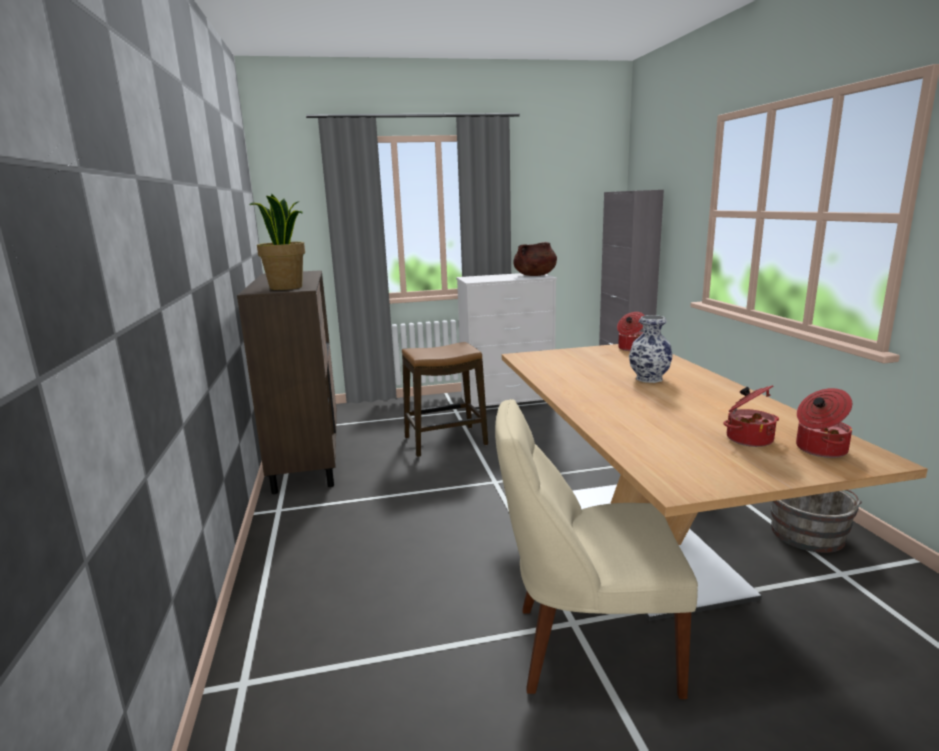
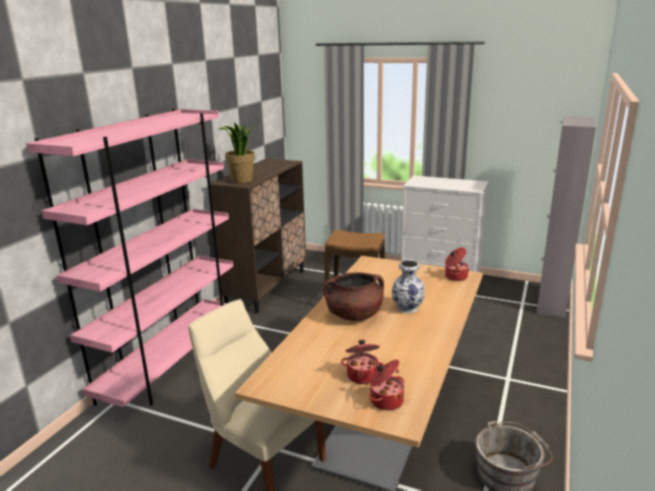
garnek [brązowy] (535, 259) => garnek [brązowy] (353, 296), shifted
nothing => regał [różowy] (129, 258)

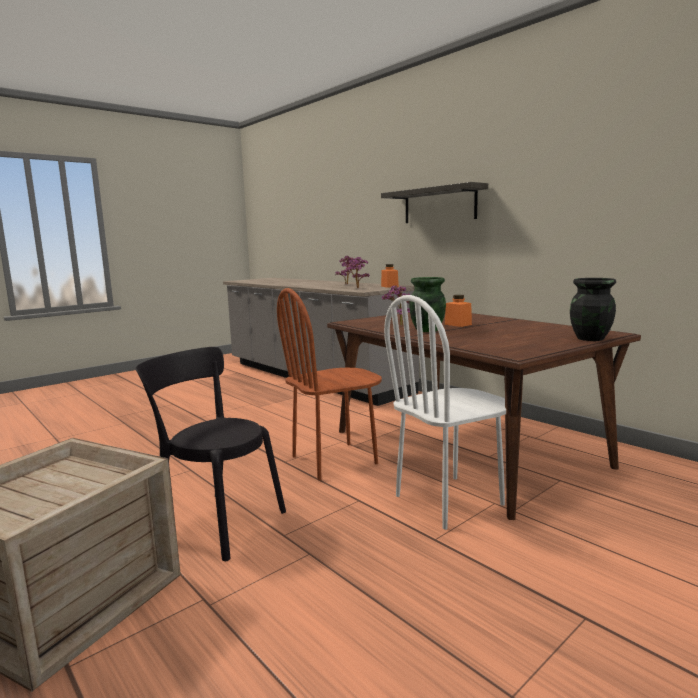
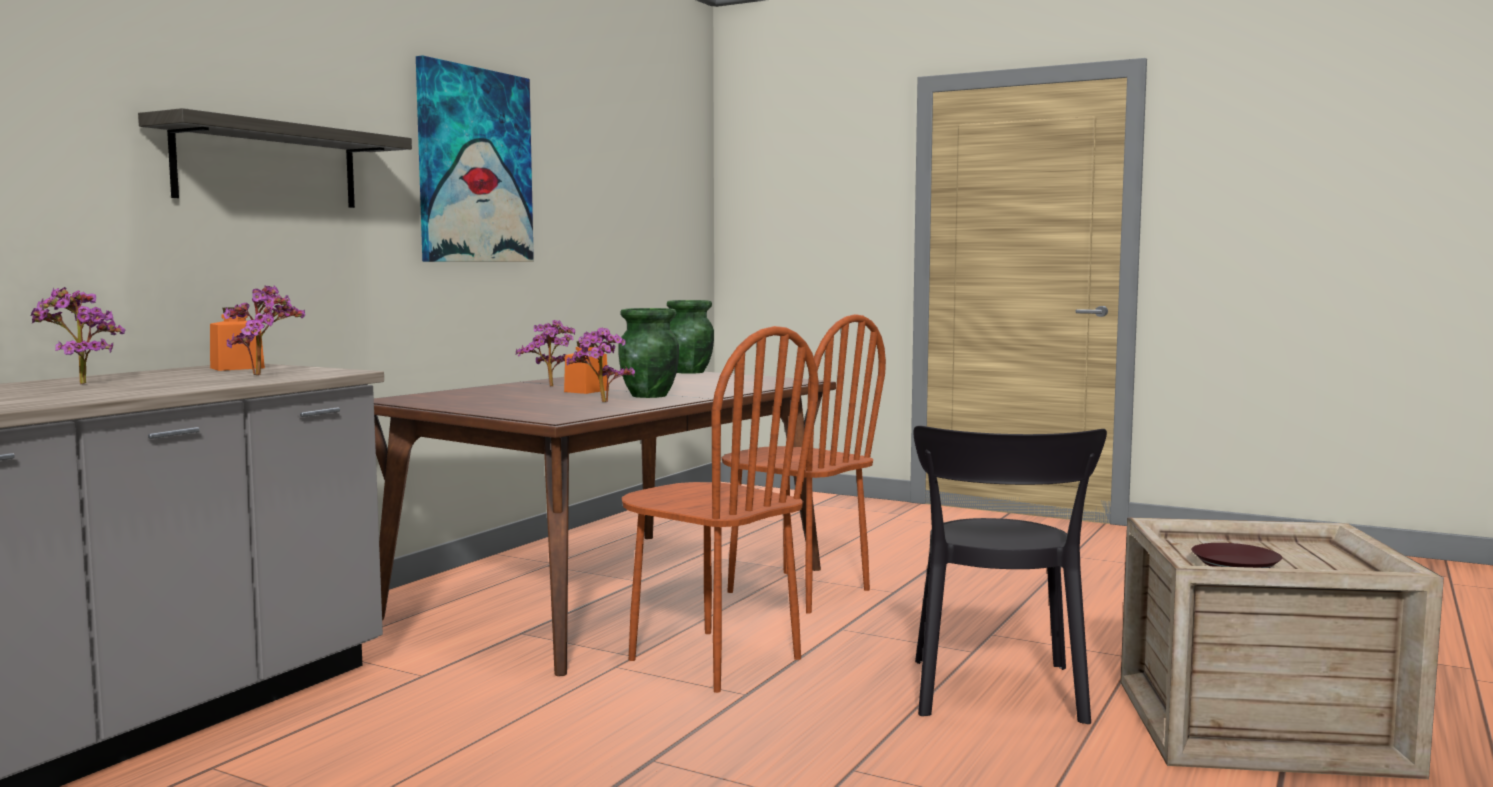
krzesło [biały] (445, 412) => krzesło [brązowy] (804, 464)
wazon [czarny] (593, 309) => wazon [zielony] (690, 337)
nothing => obraz (475, 158)
nothing => roślina doniczkowa (545, 353)
nothing => talerz [brązowy] (1236, 555)

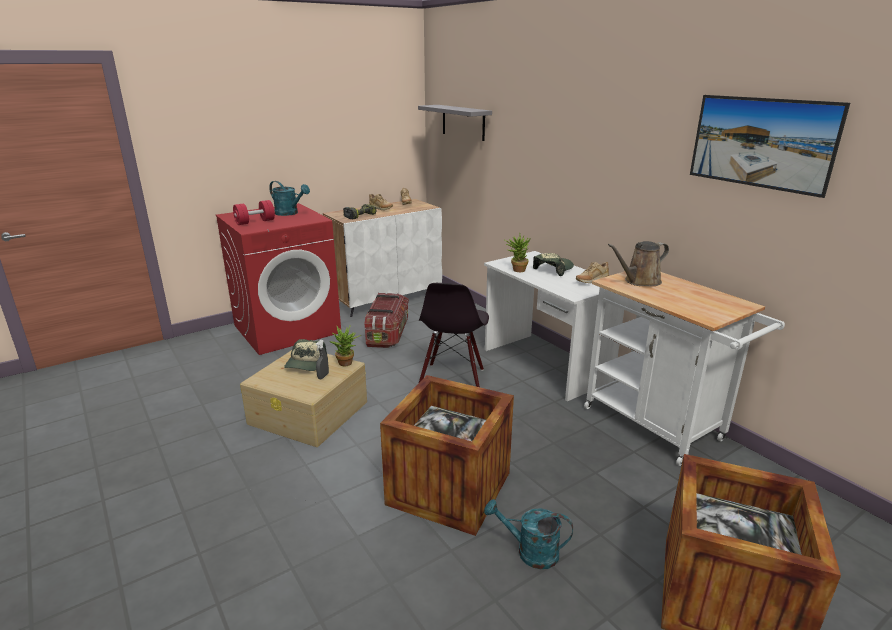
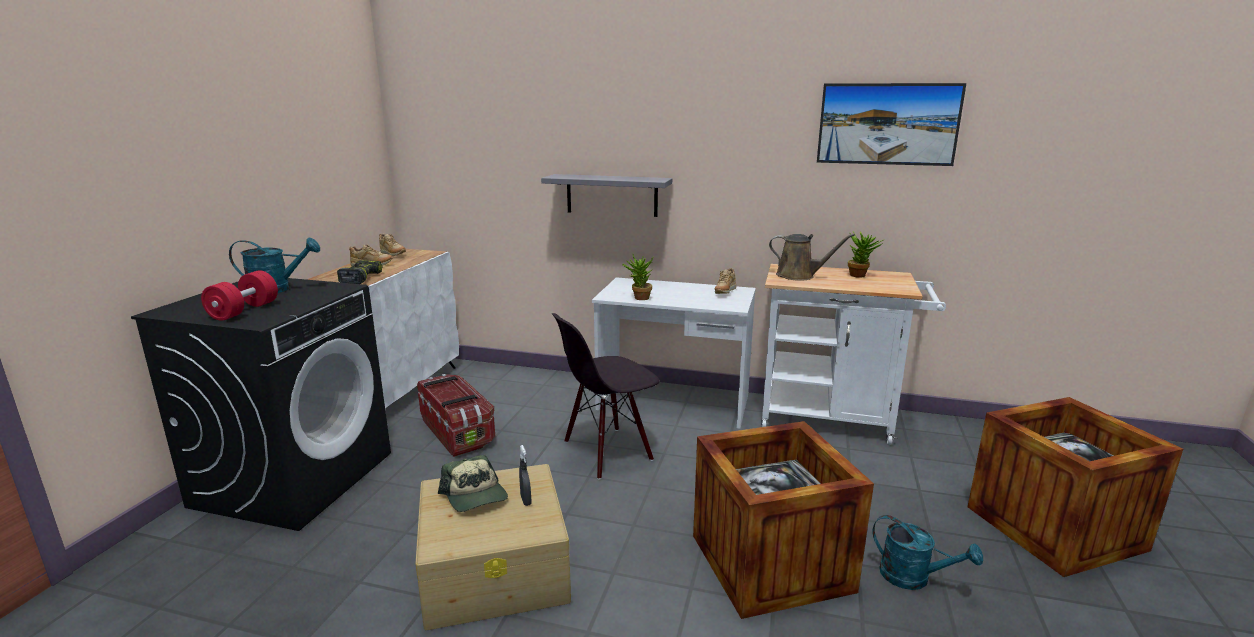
pralka [czerwony] (278, 279) => pralka [czarny] (261, 404)
roślina doniczkowa (345, 345) => roślina doniczkowa (865, 255), shifted
półka [szary] (455, 123) => półka [szary] (606, 195), shifted
krzesło [czarny] (454, 335) => krzesło [czarny] (606, 396), 90 degrees clockwise
konewka [turkusowy] (528, 534) => konewka [turkusowy] (927, 552), 120 degrees counterclockwise
czapka z daszkiem (553, 265) => nothing
konewka [brązowy] (638, 263) => konewka [brązowy] (812, 257), 90 degrees counterclockwise

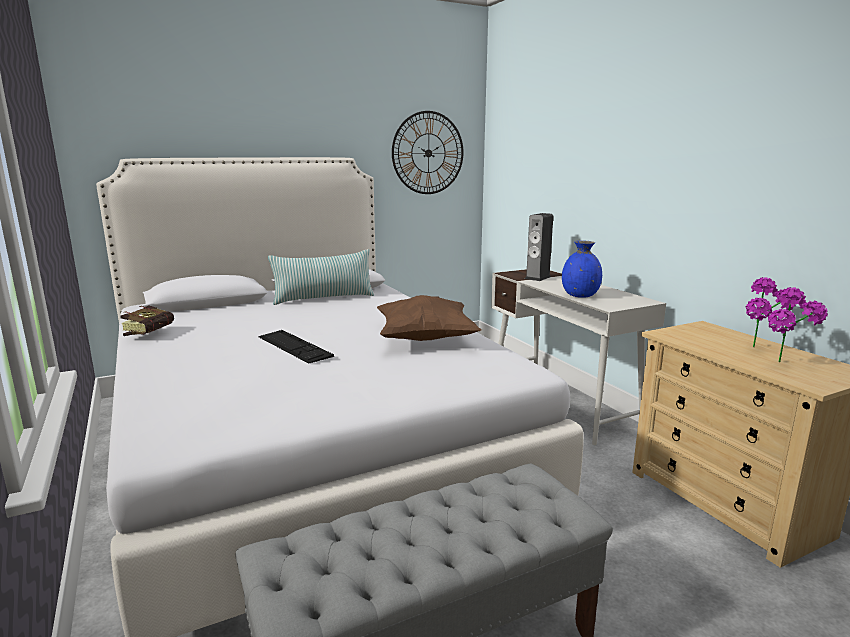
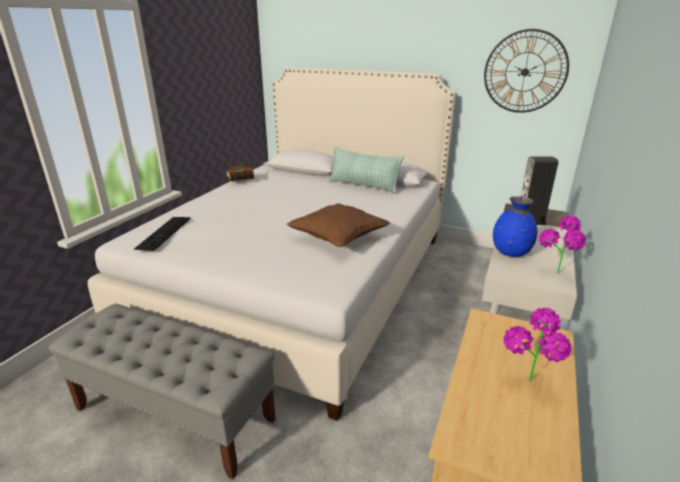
klawiatura (296, 347) => klawiatura (162, 234), shifted
roślina doniczkowa (798, 324) => roślina doniczkowa (562, 244), shifted

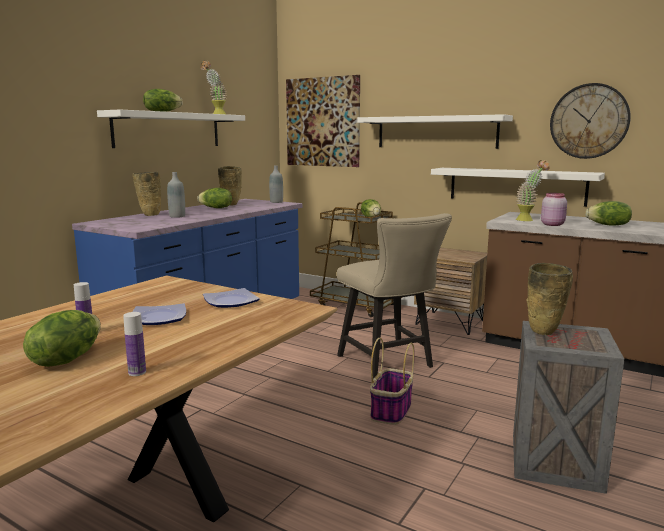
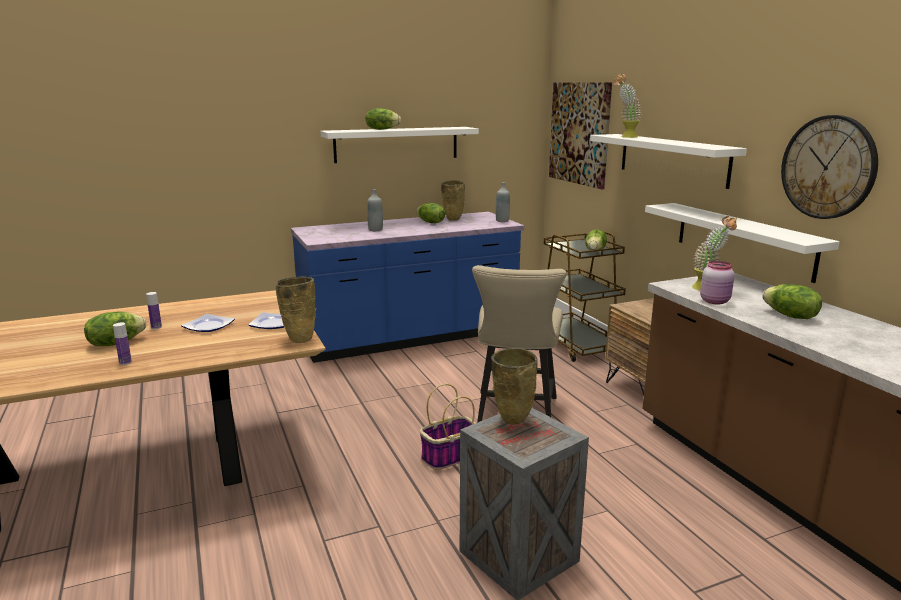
wazon [beżowy] (147, 193) => wazon [beżowy] (296, 310), shifted
roślina doniczkowa (213, 87) => roślina doniczkowa (628, 106), shifted

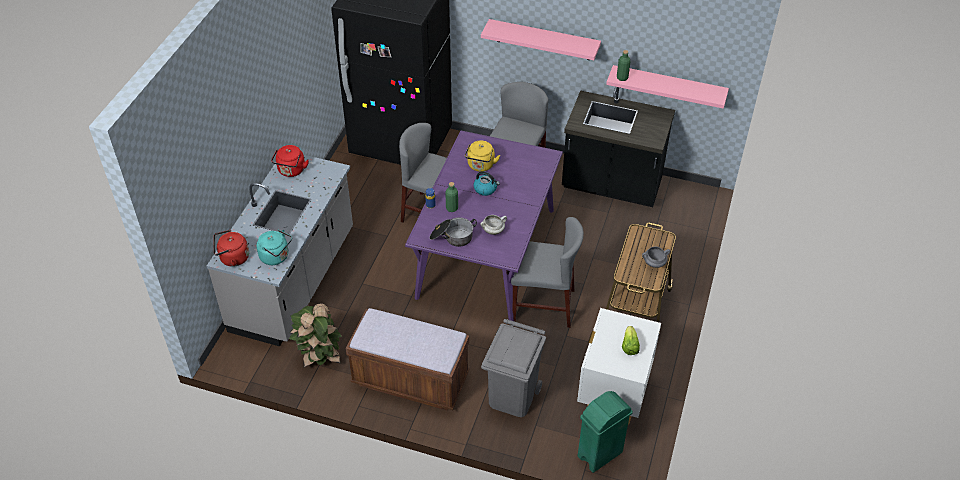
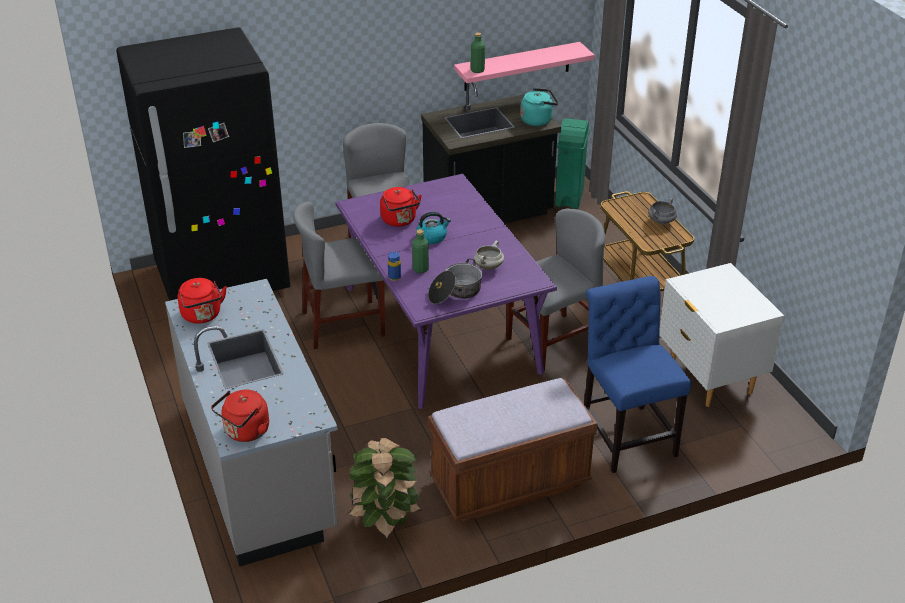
czajnik [turkusowy] (274, 247) => czajnik [turkusowy] (539, 107), shifted
czajnik [żółty] (482, 156) => czajnik [czerwony] (401, 207)
półka [różowy] (541, 39) => nothing
kosz na śmieci [szary] (513, 368) => krzesło [niebieski] (637, 374)
kosz na śmieci [zielony] (605, 432) => kosz na śmieci [zielony] (572, 163), shifted
sałata (631, 340) => nothing

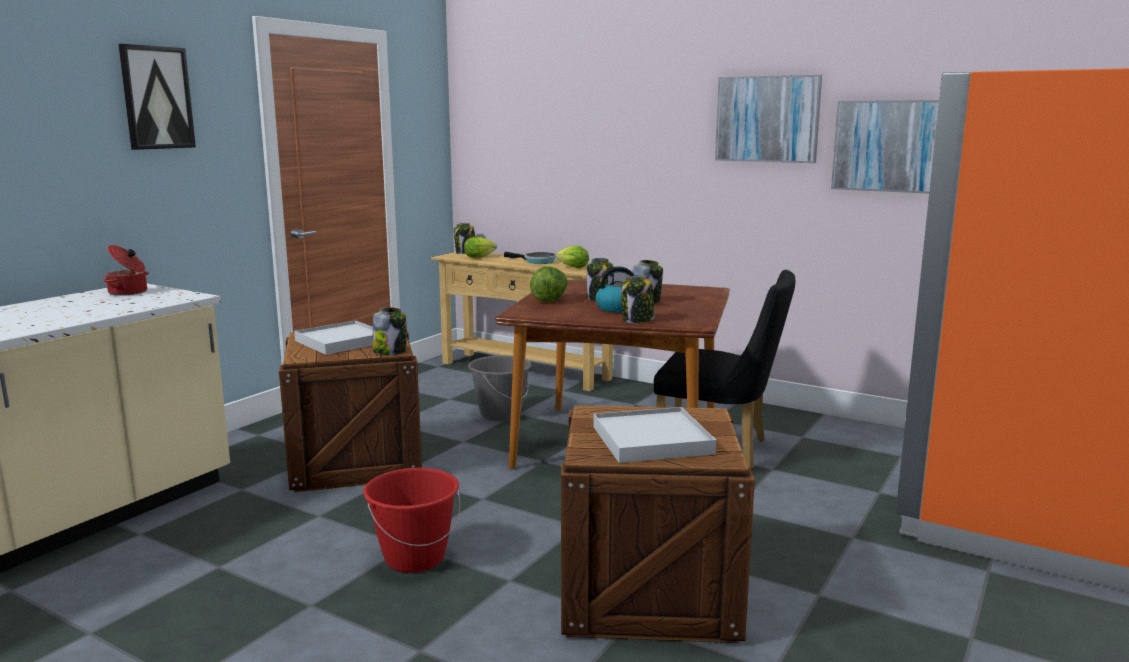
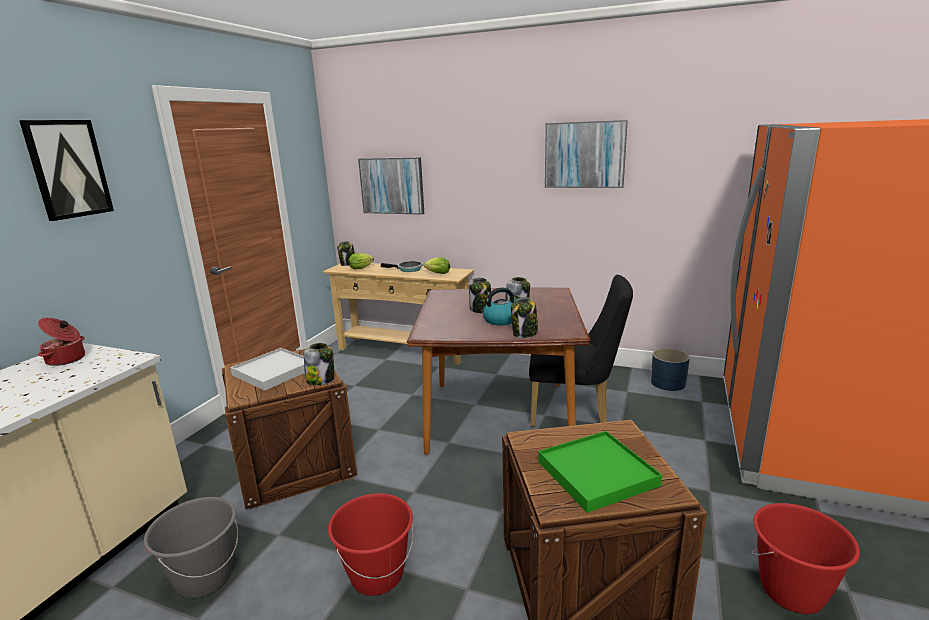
wiadro [szary] (500, 388) => wiadro [szary] (191, 547), shifted
sałata (549, 284) => nothing
taca [biały] (654, 435) => taca [zielony] (600, 472)
obraz (885, 147) => obraz (391, 186), shifted
nothing => donica [niebieski] (670, 369)
nothing => wiadro [czerwony] (806, 558)

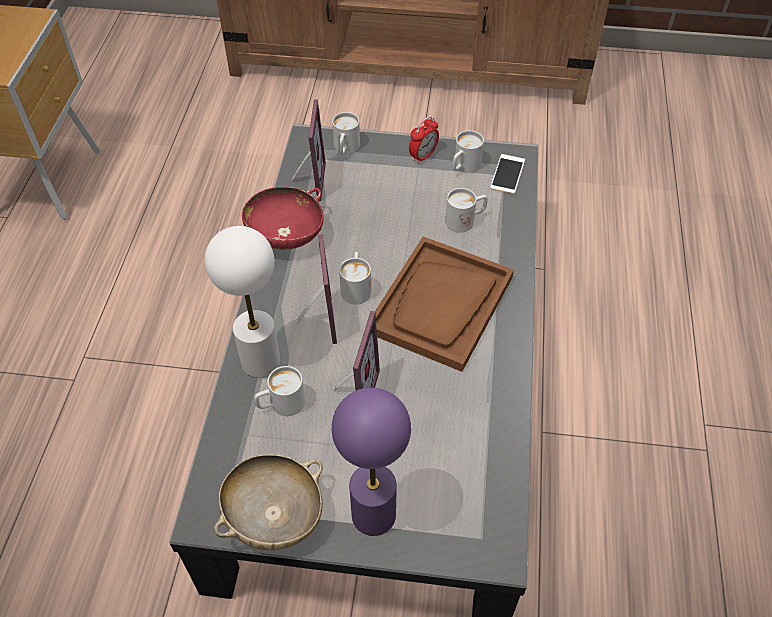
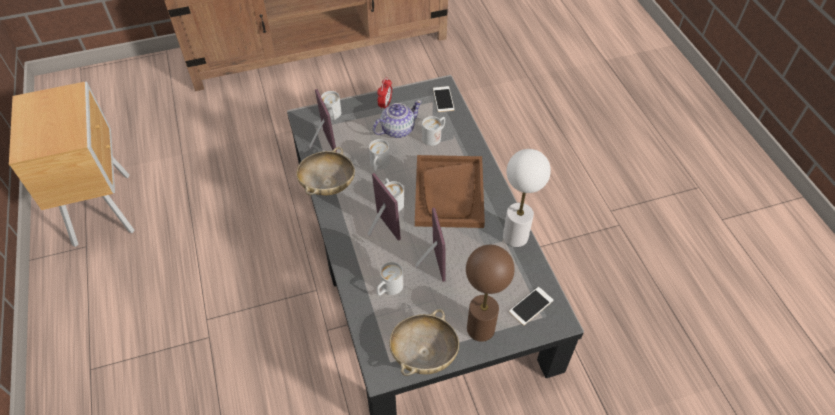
lampa stołowa [biały] (242, 302) => lampa stołowa [biały] (527, 198), shifted
miska [czerwony] (283, 218) => miska [beżowy] (325, 171)
lampa stołowa [fioletowy] (371, 462) => lampa stołowa [brązowy] (490, 293)
kubek [biały] (468, 151) => kubek [biały] (379, 155), shifted
nothing => imbryk (397, 119)
nothing => telefon (531, 306)

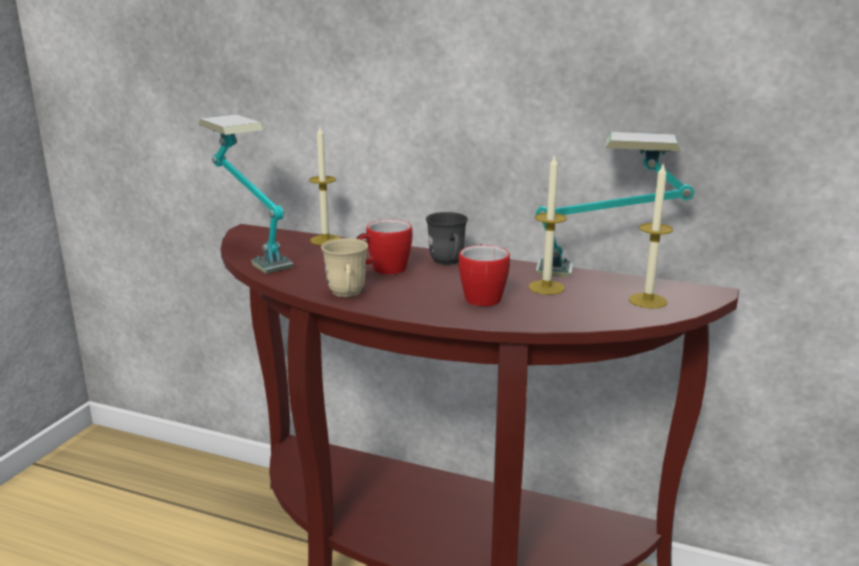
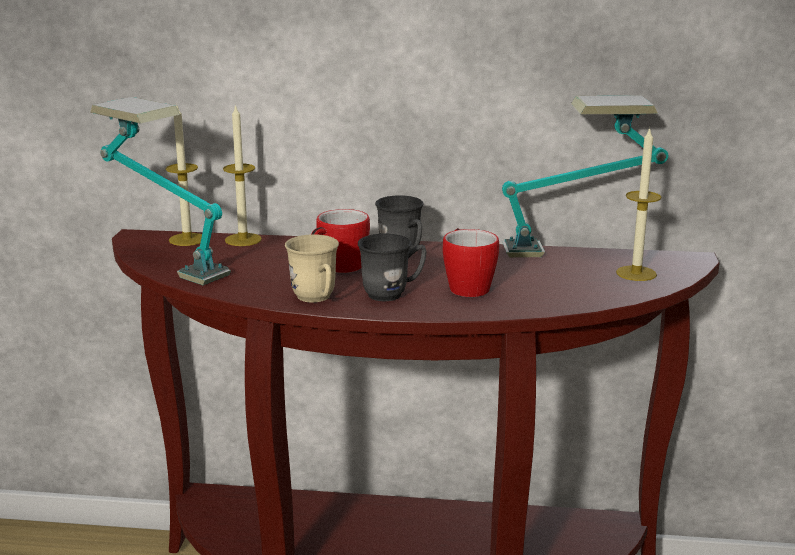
świeca (548, 224) => świeca (184, 176), shifted
nothing => kubek [szary] (392, 267)

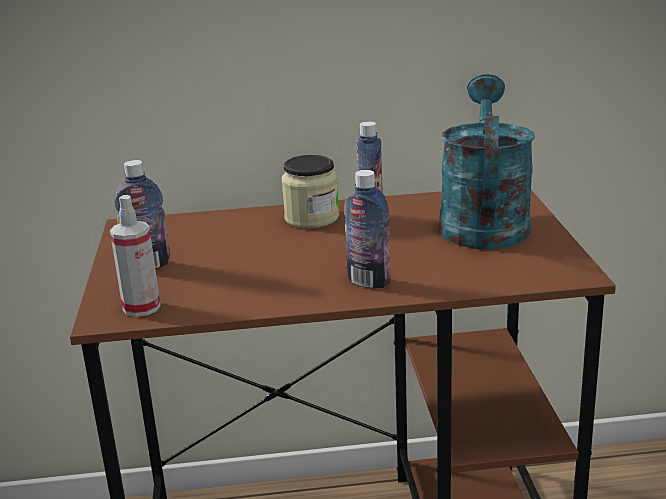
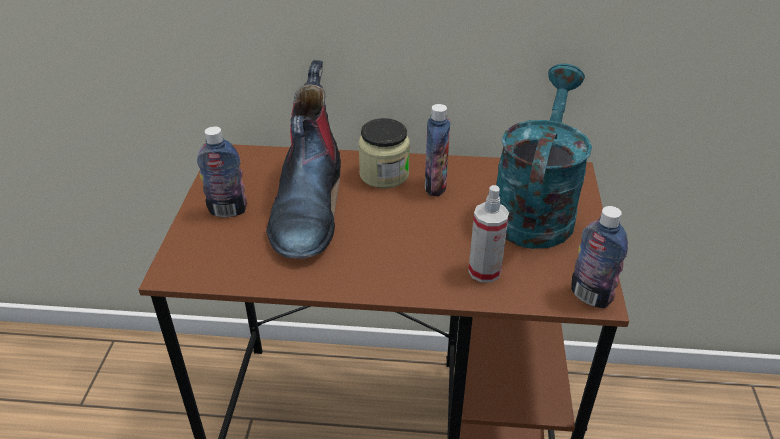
spryskiwacz (135, 256) => spryskiwacz (488, 234), shifted
butelka (367, 229) => butelka (599, 257), shifted
nothing => but z cholewką (303, 159)

